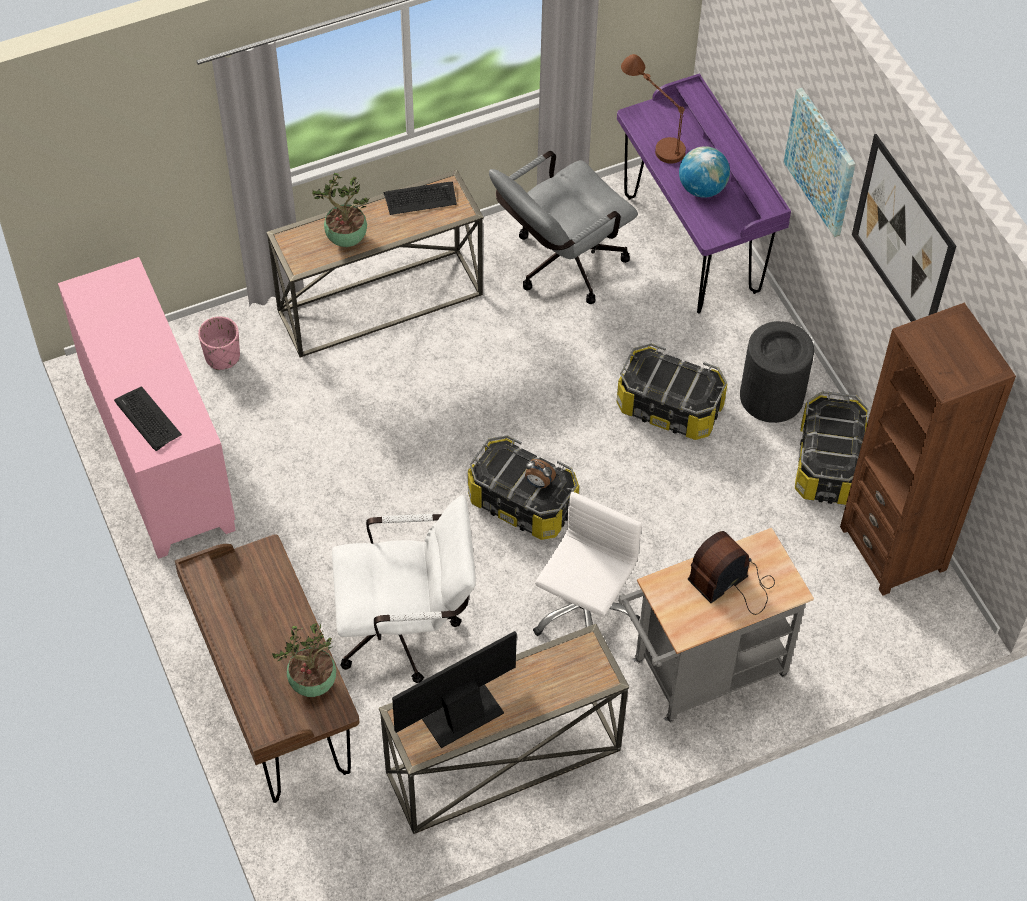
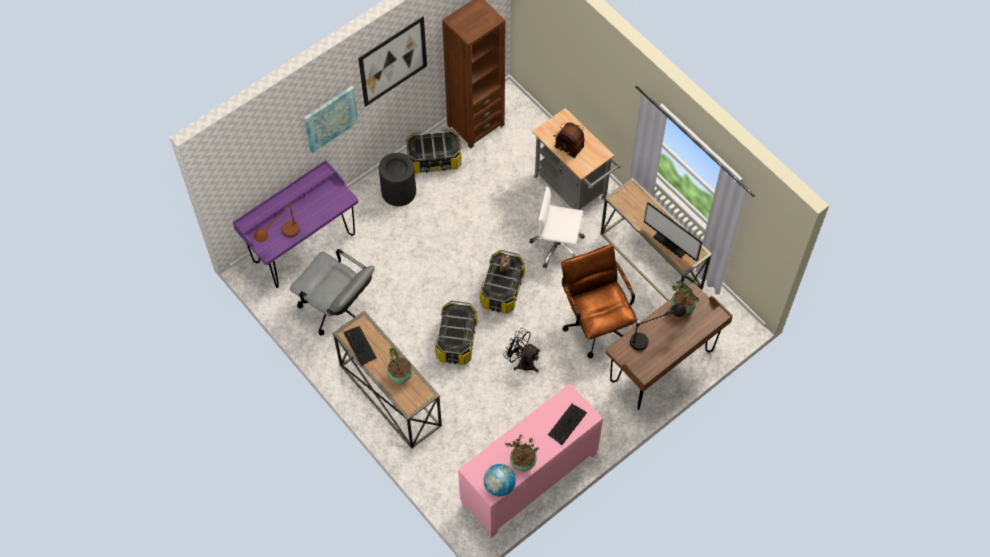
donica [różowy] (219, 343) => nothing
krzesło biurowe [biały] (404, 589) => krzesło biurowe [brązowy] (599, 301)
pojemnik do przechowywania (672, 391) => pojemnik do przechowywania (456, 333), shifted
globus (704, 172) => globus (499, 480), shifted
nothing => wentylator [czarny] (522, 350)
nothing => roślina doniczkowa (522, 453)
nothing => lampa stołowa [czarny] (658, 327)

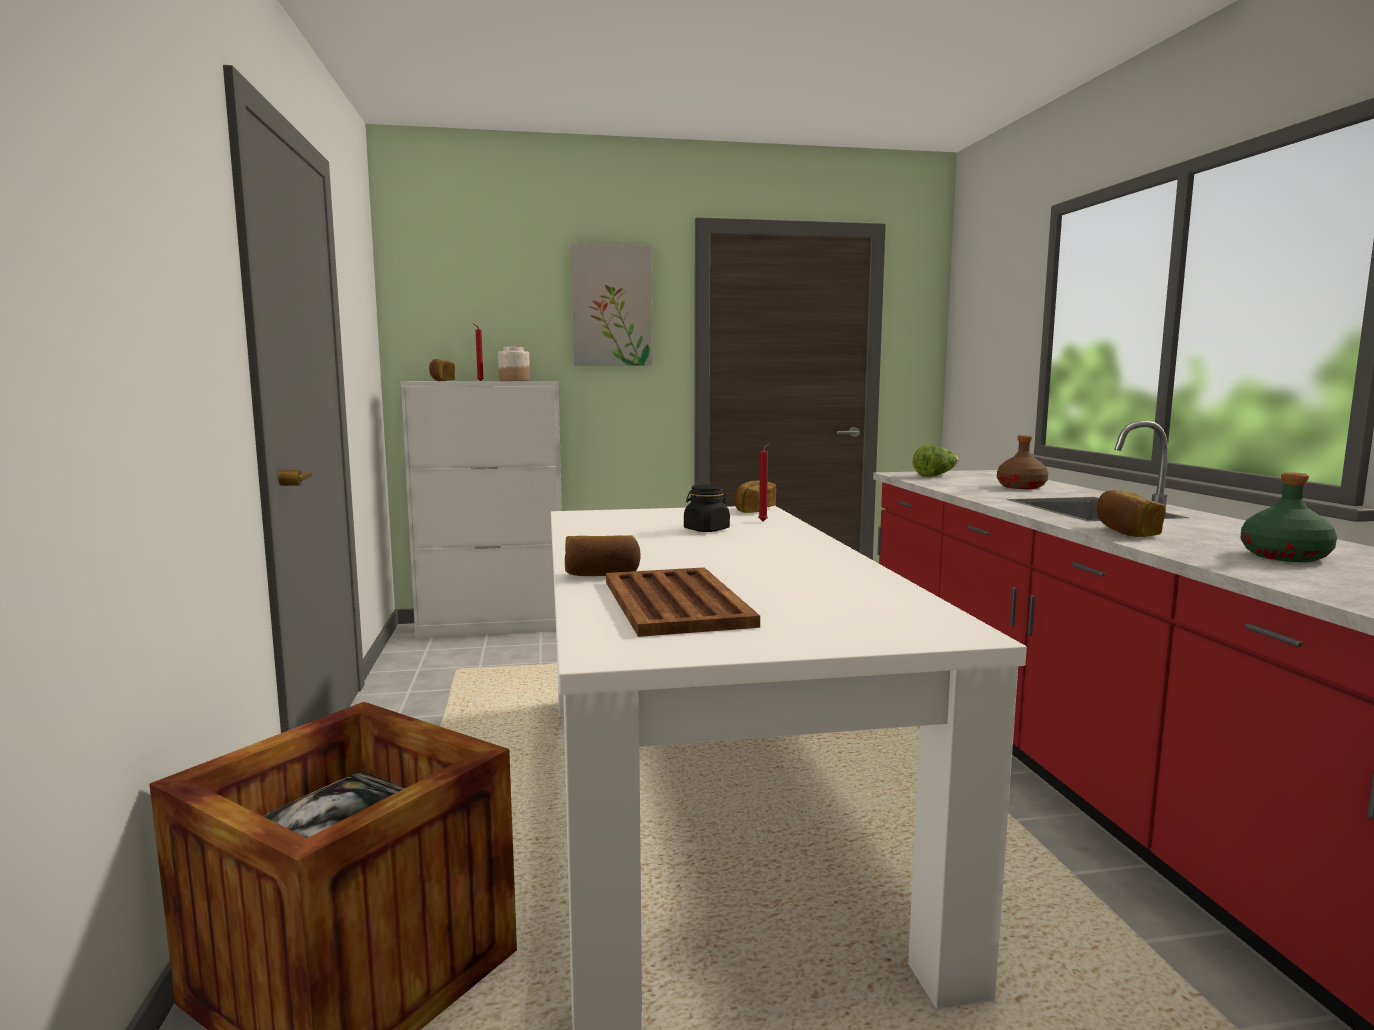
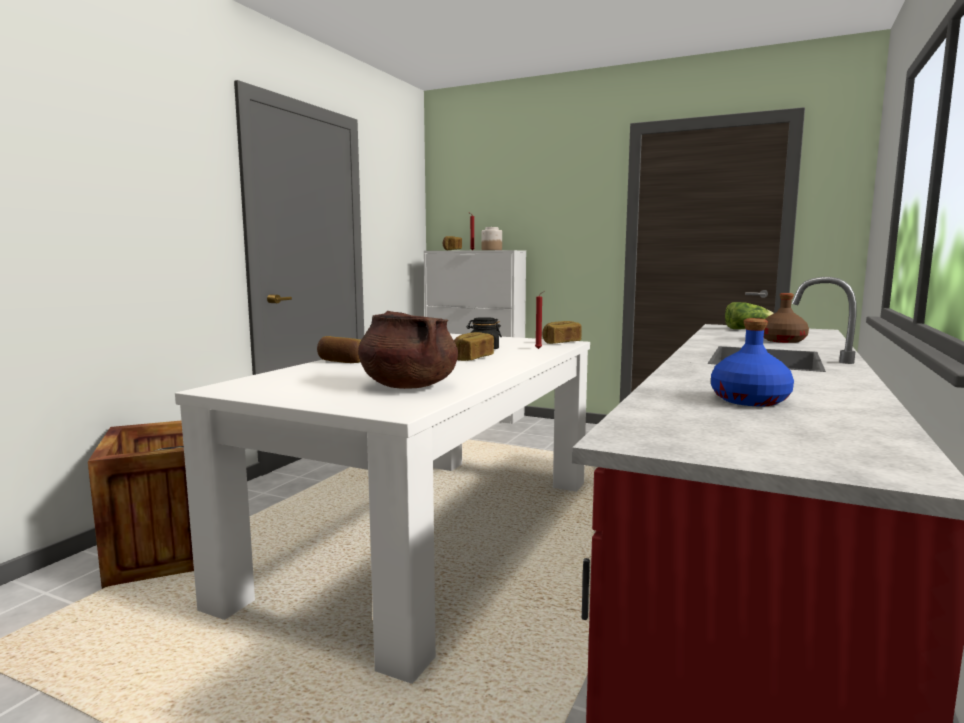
obraz (611, 305) => nothing
taca [brązowy] (683, 602) => nothing
chleb (1131, 513) => chleb (474, 346), shifted
butelka [zielony] (1289, 517) => butelka [niebieski] (752, 362)
nothing => garnek [brązowy] (408, 350)

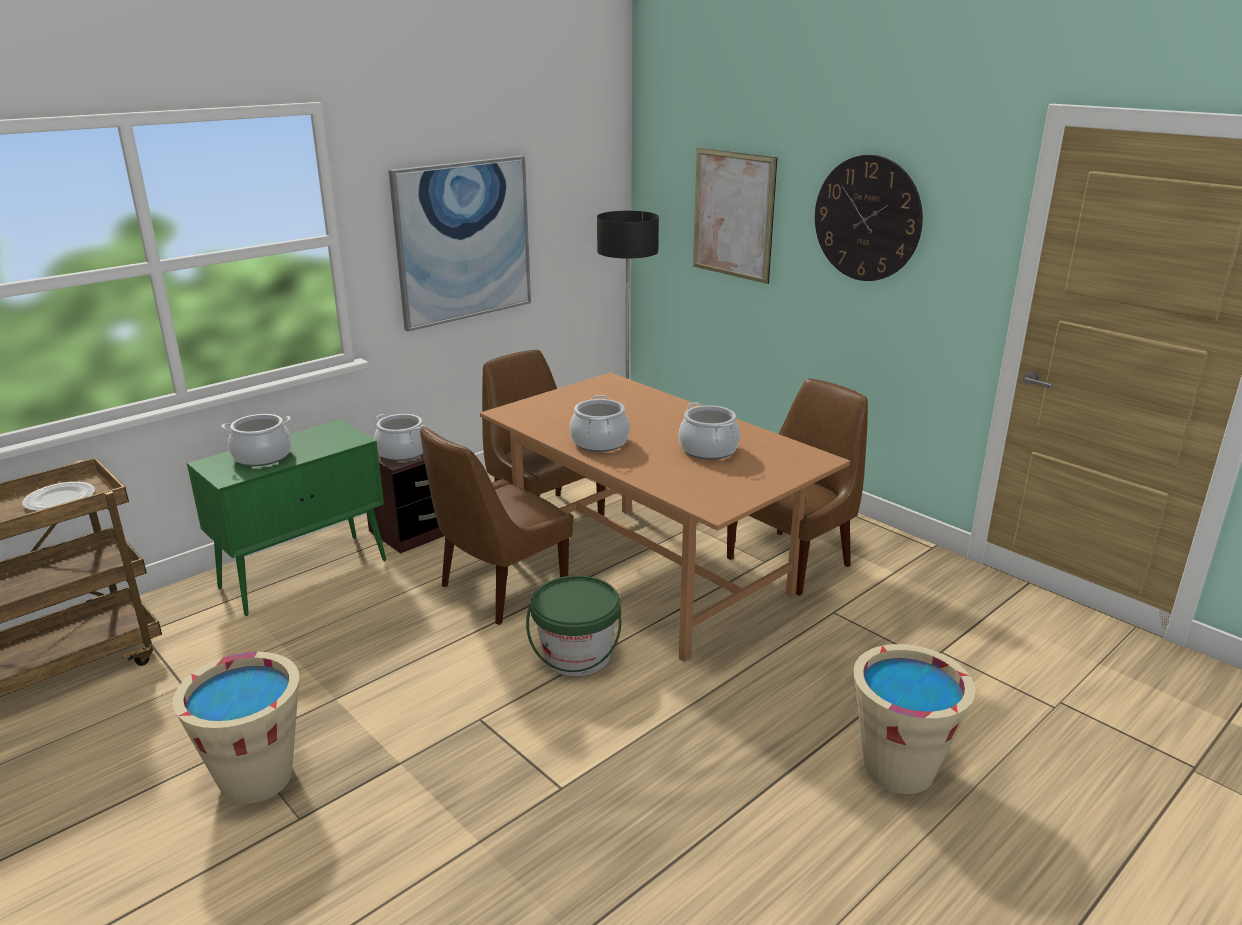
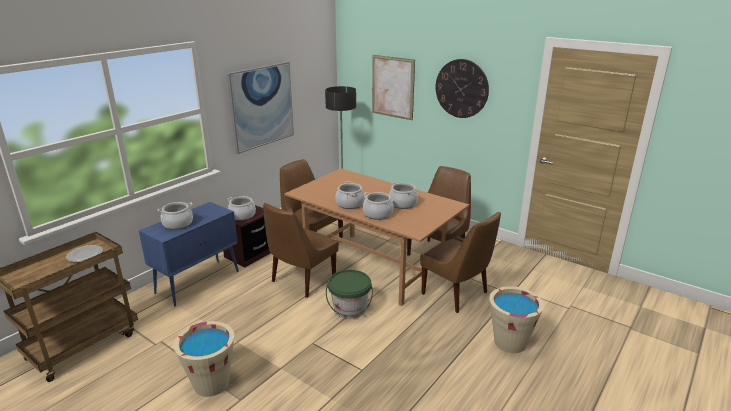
szafka [zielony] (286, 518) => szafka [niebieski] (189, 254)
nothing => garnek (378, 206)
nothing => krzesło [brązowy] (460, 262)

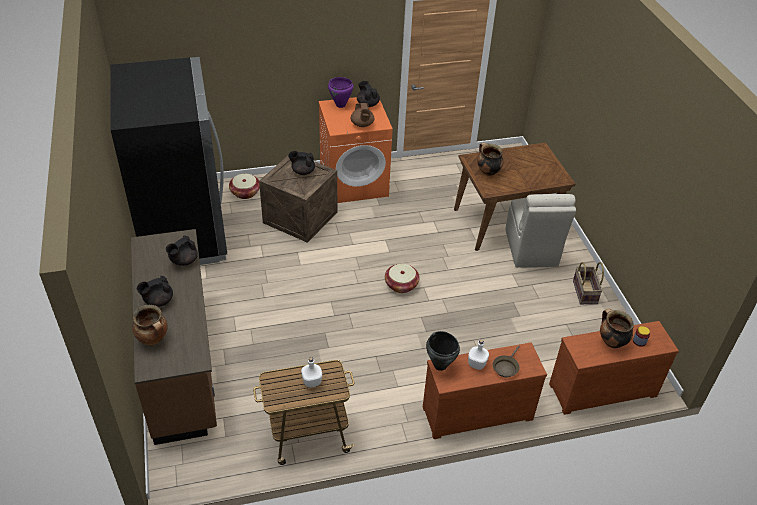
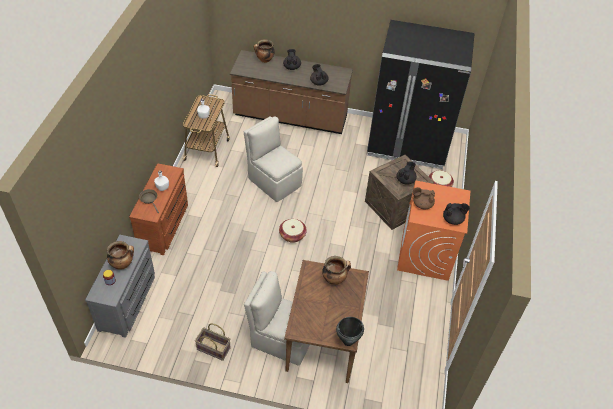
garnek [fioletowy] (341, 92) => nothing
garnek [czarny] (443, 351) => garnek [czarny] (350, 331), shifted
komoda [brązowy] (614, 368) => komoda [szary] (120, 286)
nothing => krzesło [beżowy] (273, 159)

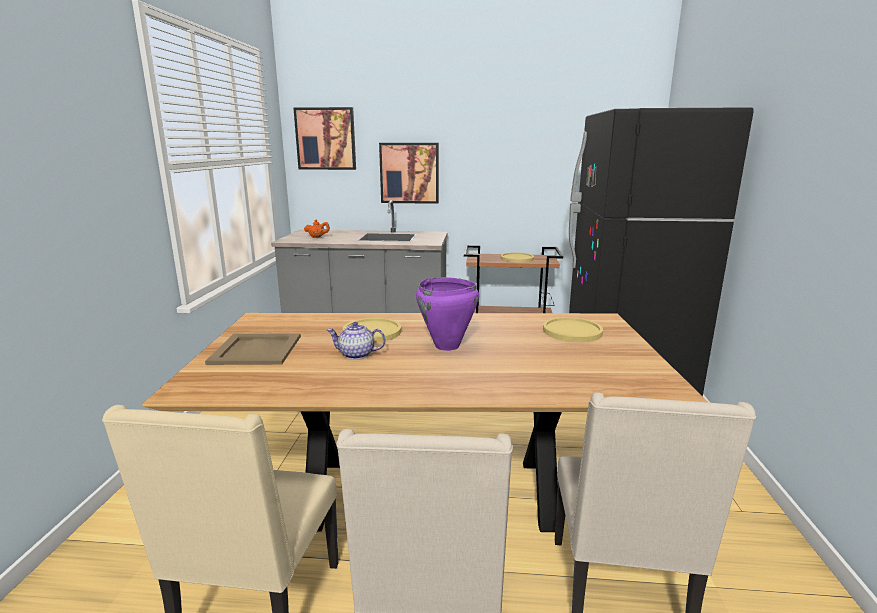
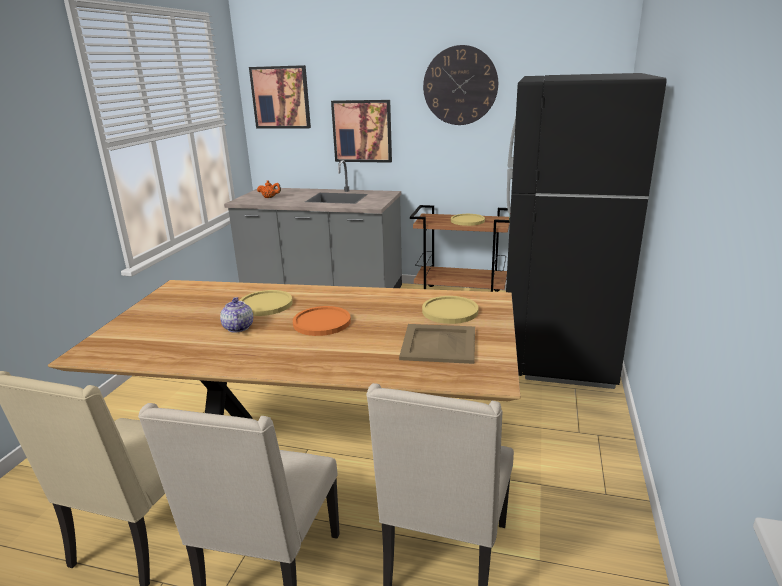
taca [beżowy] (253, 349) => taca [beżowy] (437, 344), shifted
imbryk (356, 341) => imbryk (236, 315), 60 degrees clockwise
garnek [fioletowy] (447, 314) => talerz [pomarańczowy] (322, 321)
nothing => zegar ścienny (460, 85)

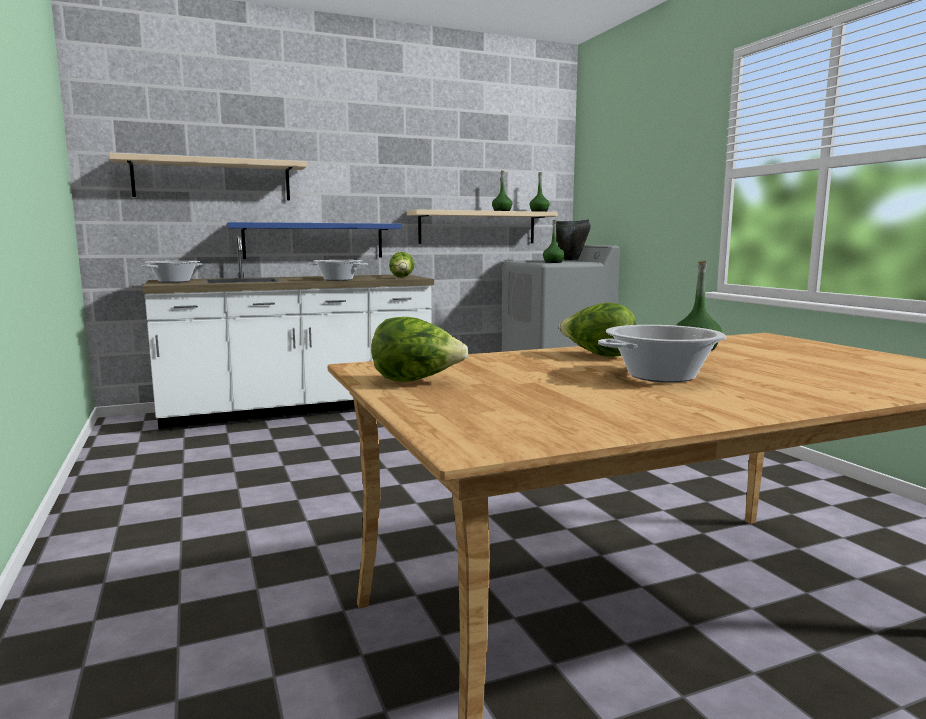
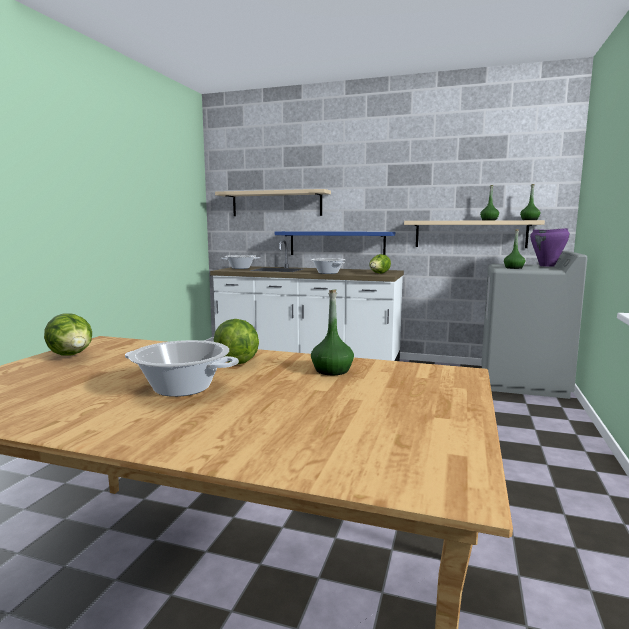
garnek [czarny] (573, 240) => garnek [fioletowy] (550, 247)

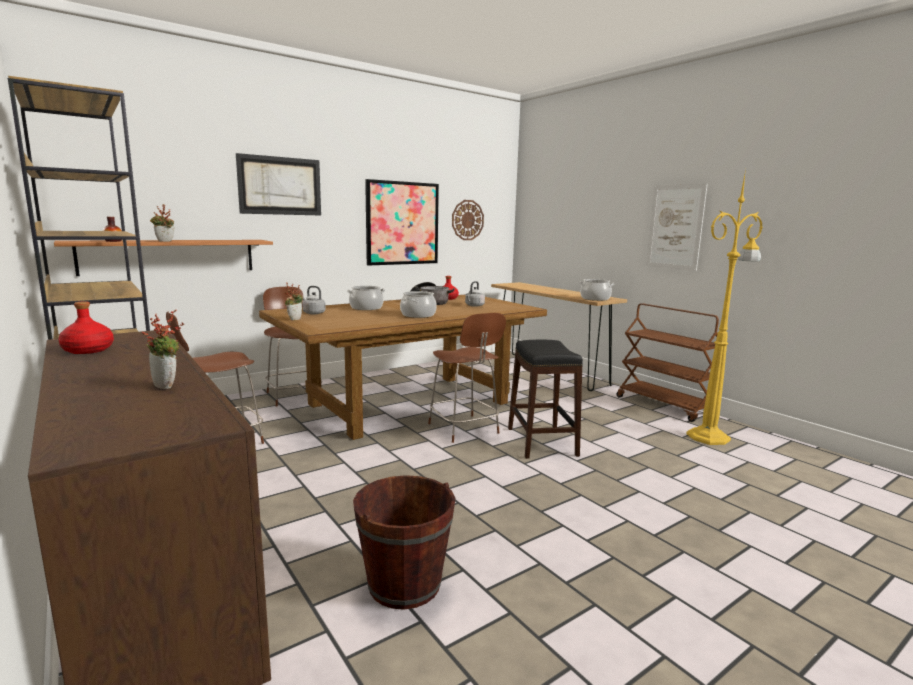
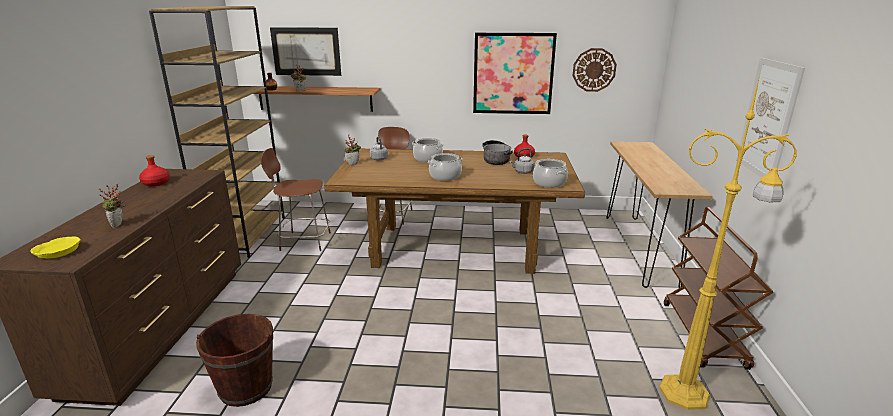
obraz (278, 184) => obraz (305, 51), shifted
krzesło [brązowy] (467, 378) => nothing
stołek [czarny] (545, 399) => nothing
garnek (596, 290) => garnek (550, 173), shifted
nothing => miska [żółty] (55, 247)

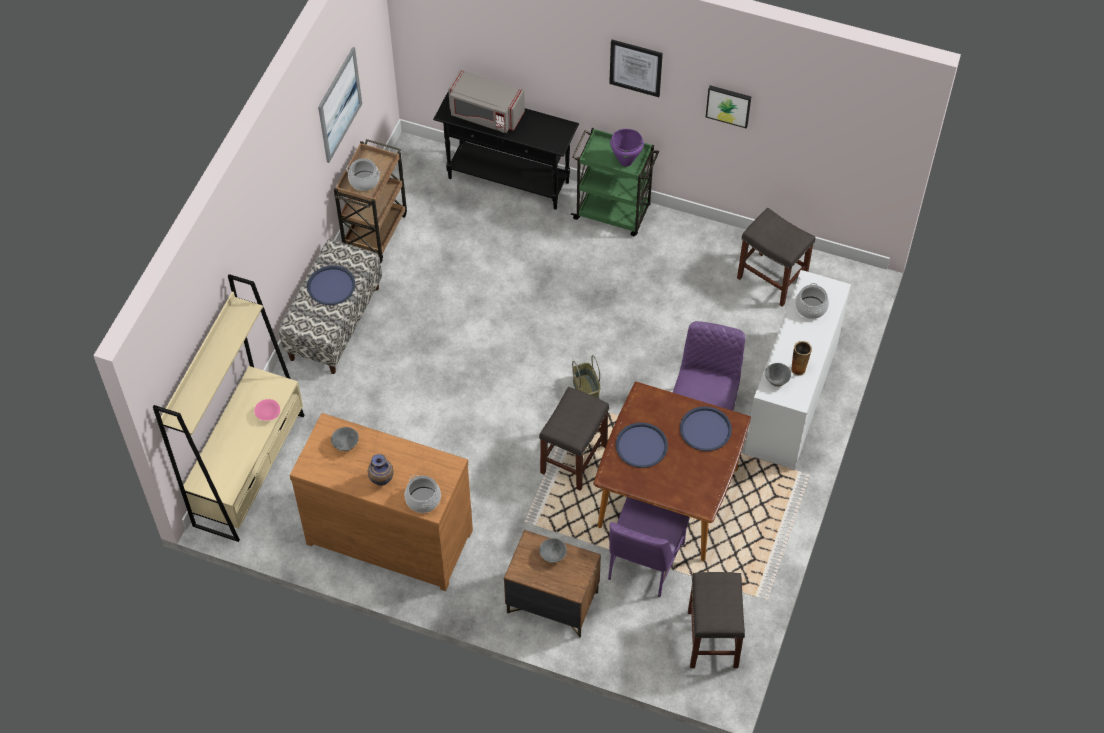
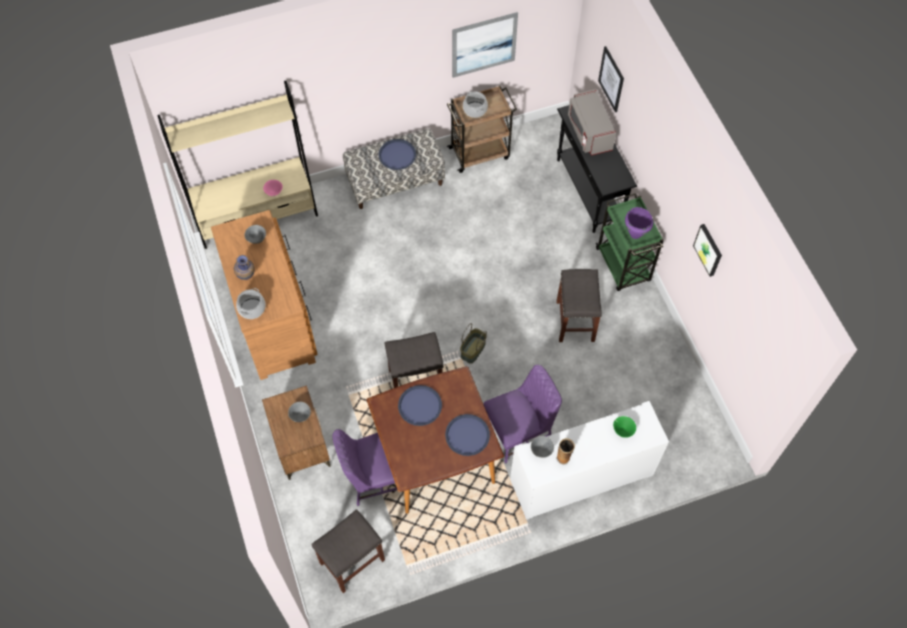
obraz (636, 68) => obraz (611, 79), shifted
stołek [szary] (776, 257) => stołek [szary] (579, 305), shifted
garnek (812, 301) => miska [zielony] (624, 427)

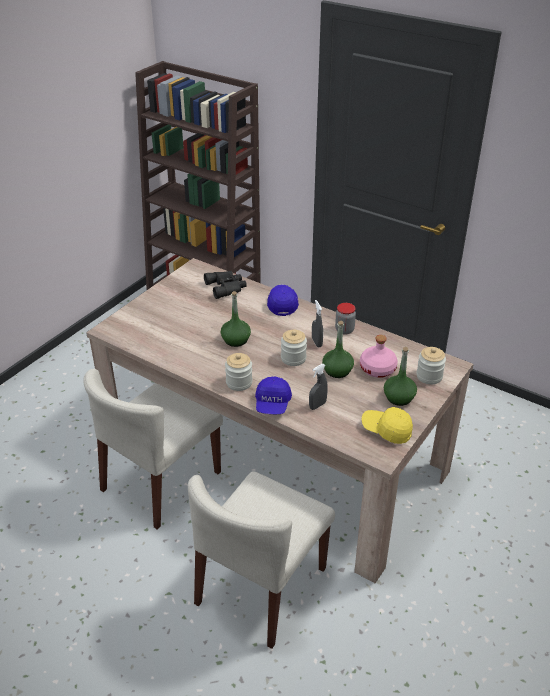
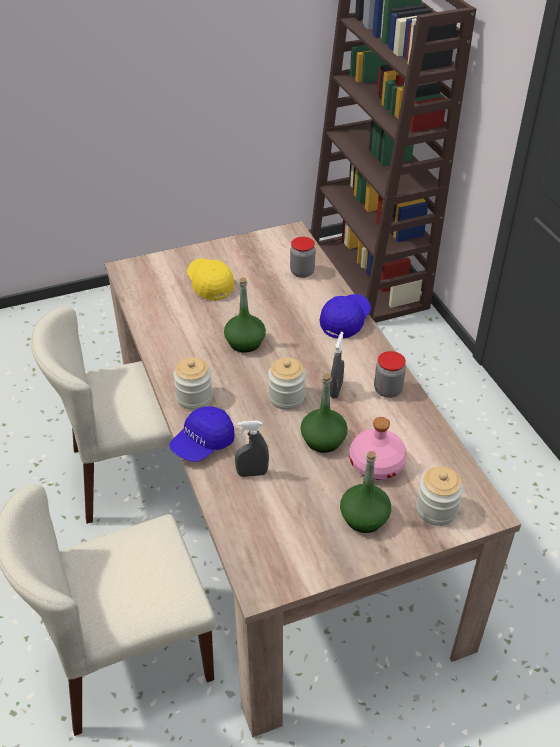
lornetka [czarny] (225, 285) => słoik (302, 257)
czapka z daszkiem [żółty] (387, 425) => czapka z daszkiem [żółty] (210, 279), shifted

